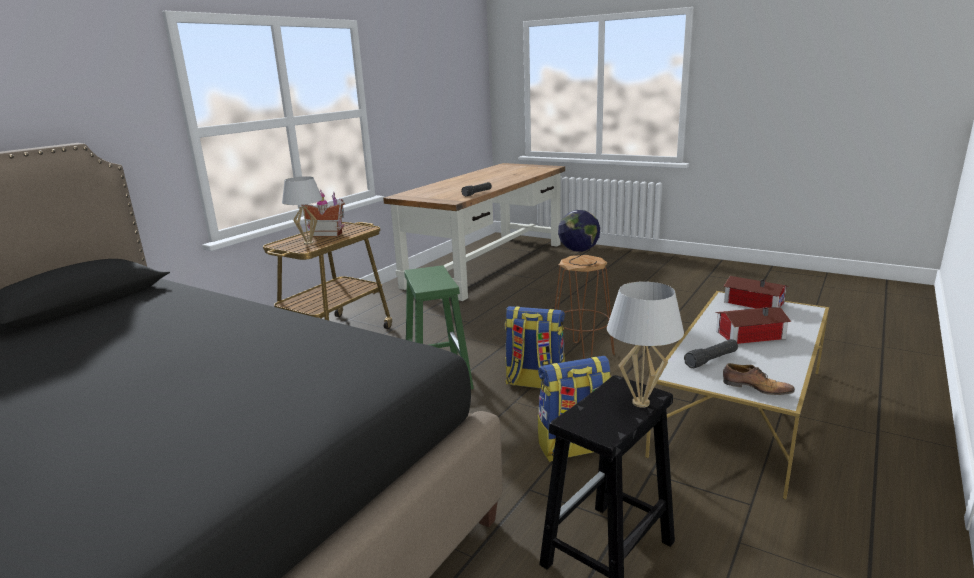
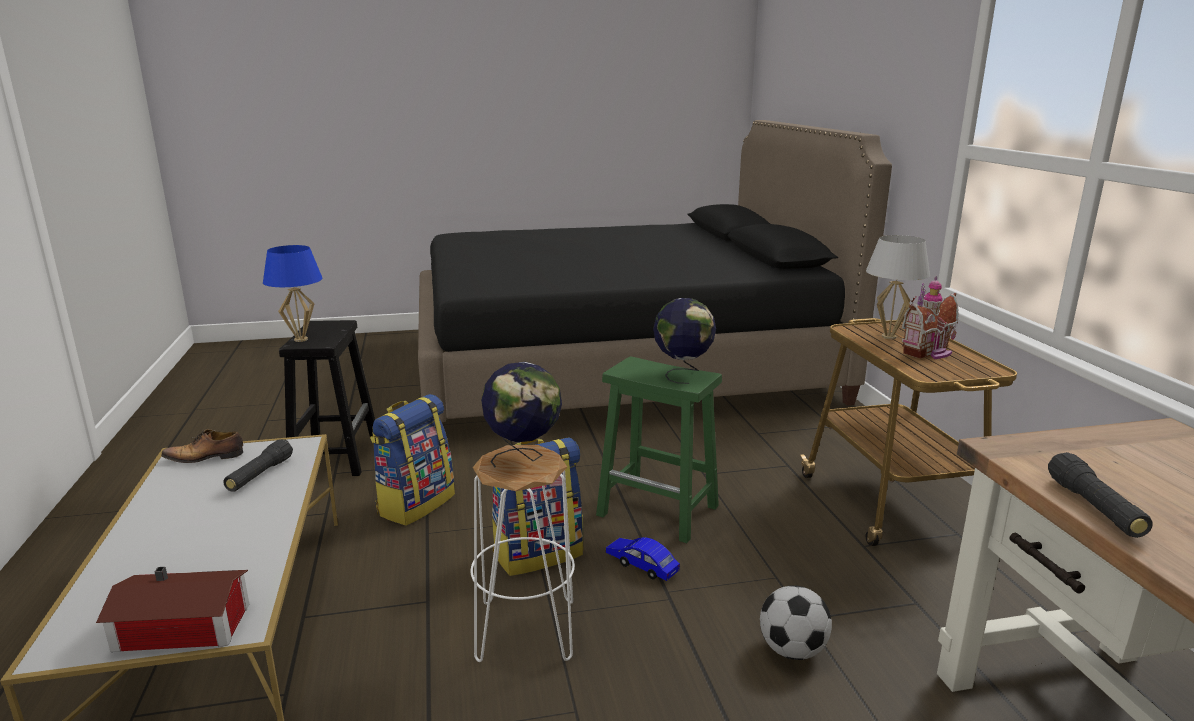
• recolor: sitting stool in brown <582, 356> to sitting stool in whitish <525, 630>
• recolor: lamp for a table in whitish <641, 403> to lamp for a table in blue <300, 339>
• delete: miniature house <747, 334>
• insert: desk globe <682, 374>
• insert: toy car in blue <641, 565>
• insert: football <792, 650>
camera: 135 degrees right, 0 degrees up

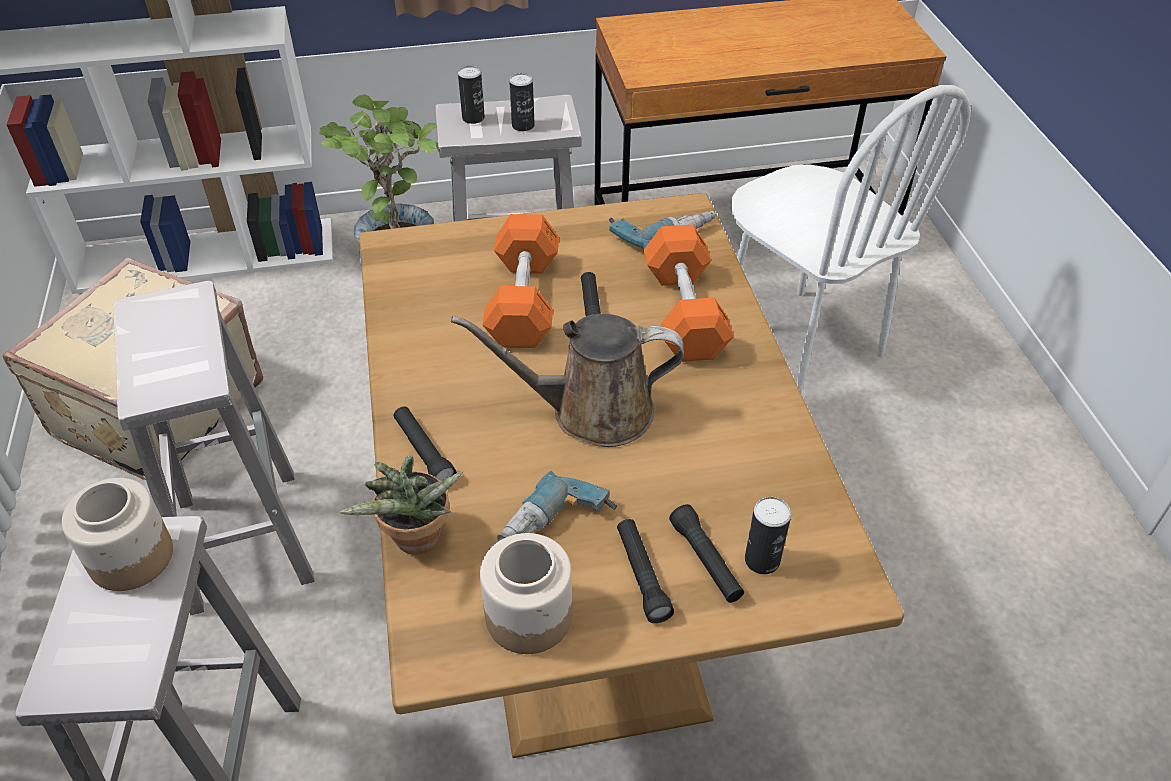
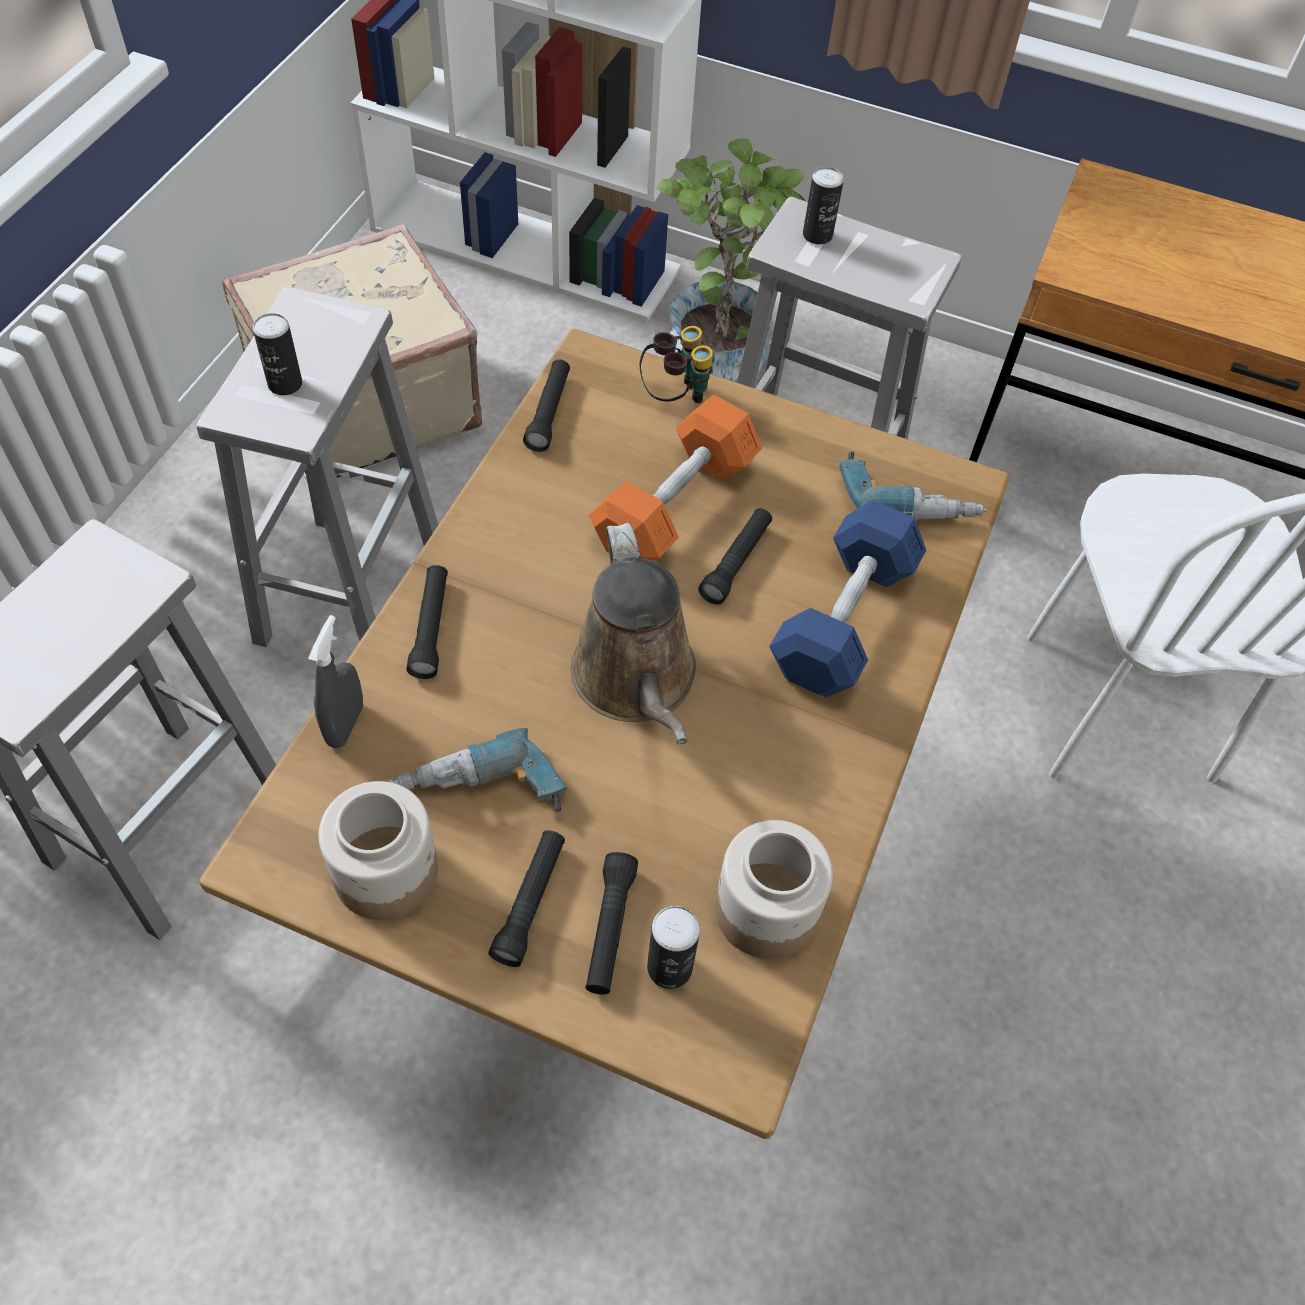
• move: sealed can <523, 126> to <285, 384>
• recolor: dumbbell in orange <684, 313> to dumbbell in blue <843, 619>
• rotate: watering pot in brown <591, 411> = <637, 681> 135 degrees counterclockwise
• replace: plant in a pot <416, 543> to hand sprayer in gray <345, 725>
• move: jar <130, 558> to <765, 911>
• insert: binoculars <675, 395>
• insert: hand torch in black <549, 412>
camera: 30 degrees right, 10 degrees up

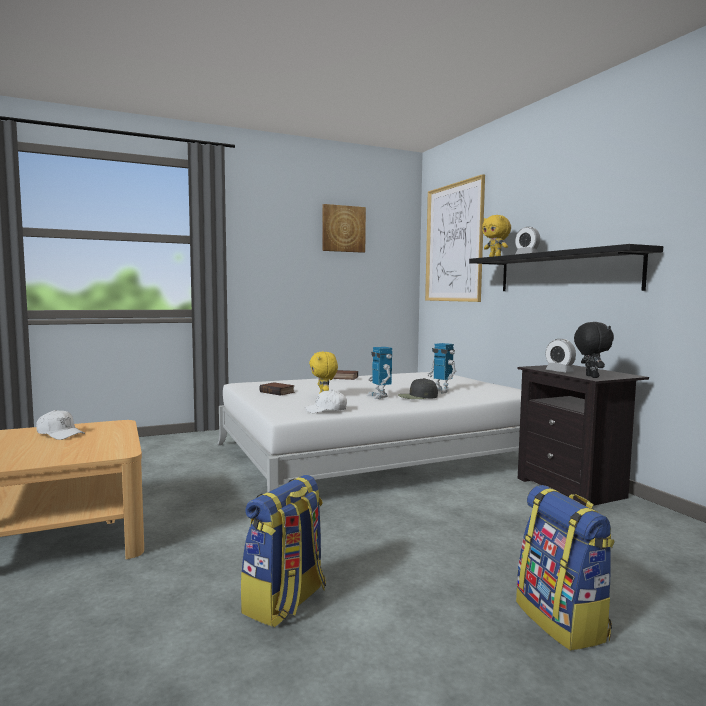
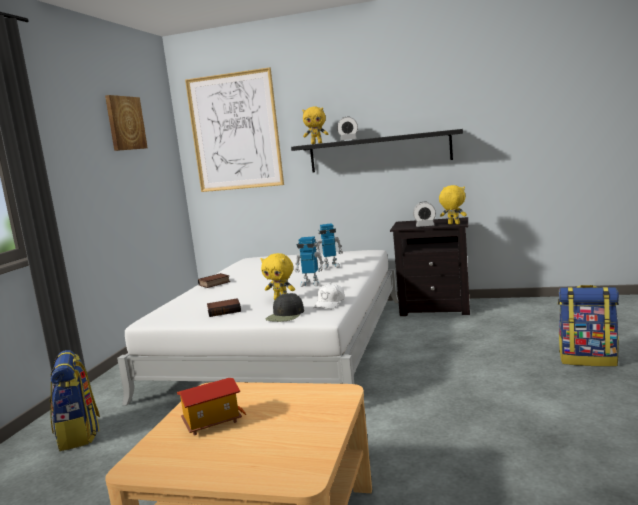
• recolor: plush toy in black <590, 376> to plush toy in yellow-coloured <453, 224>
• move: peaked cap in black <417, 396> to <285, 315>
• replace: peaked cap in whitish <60, 434> to miniature house <212, 422>
• move: rucksack <285, 602> to <79, 435>
camera: 50 degrees left, 5 degrees up

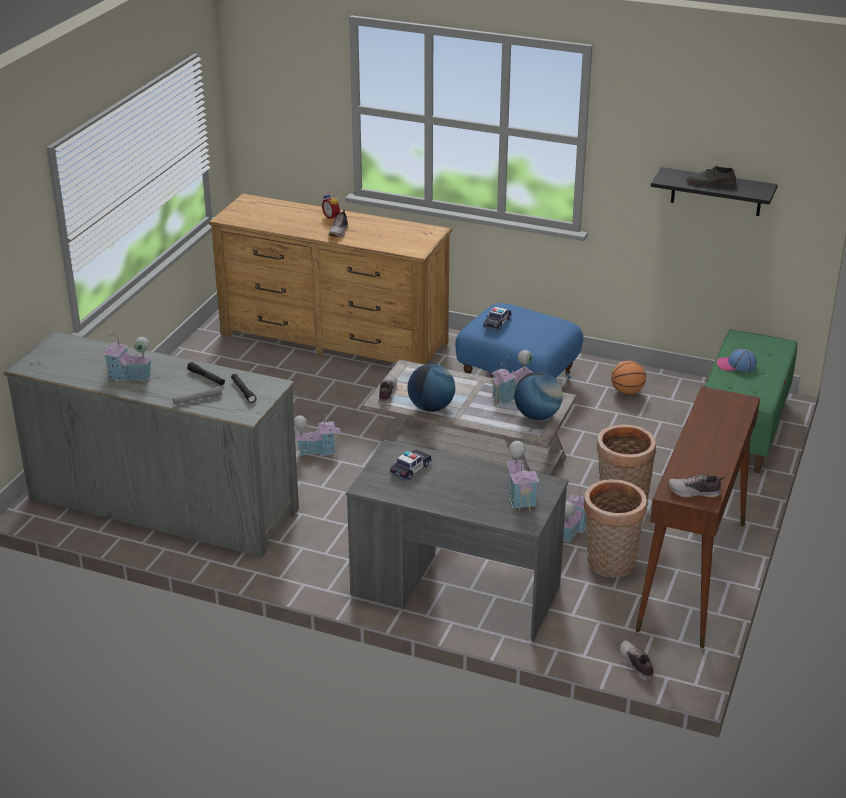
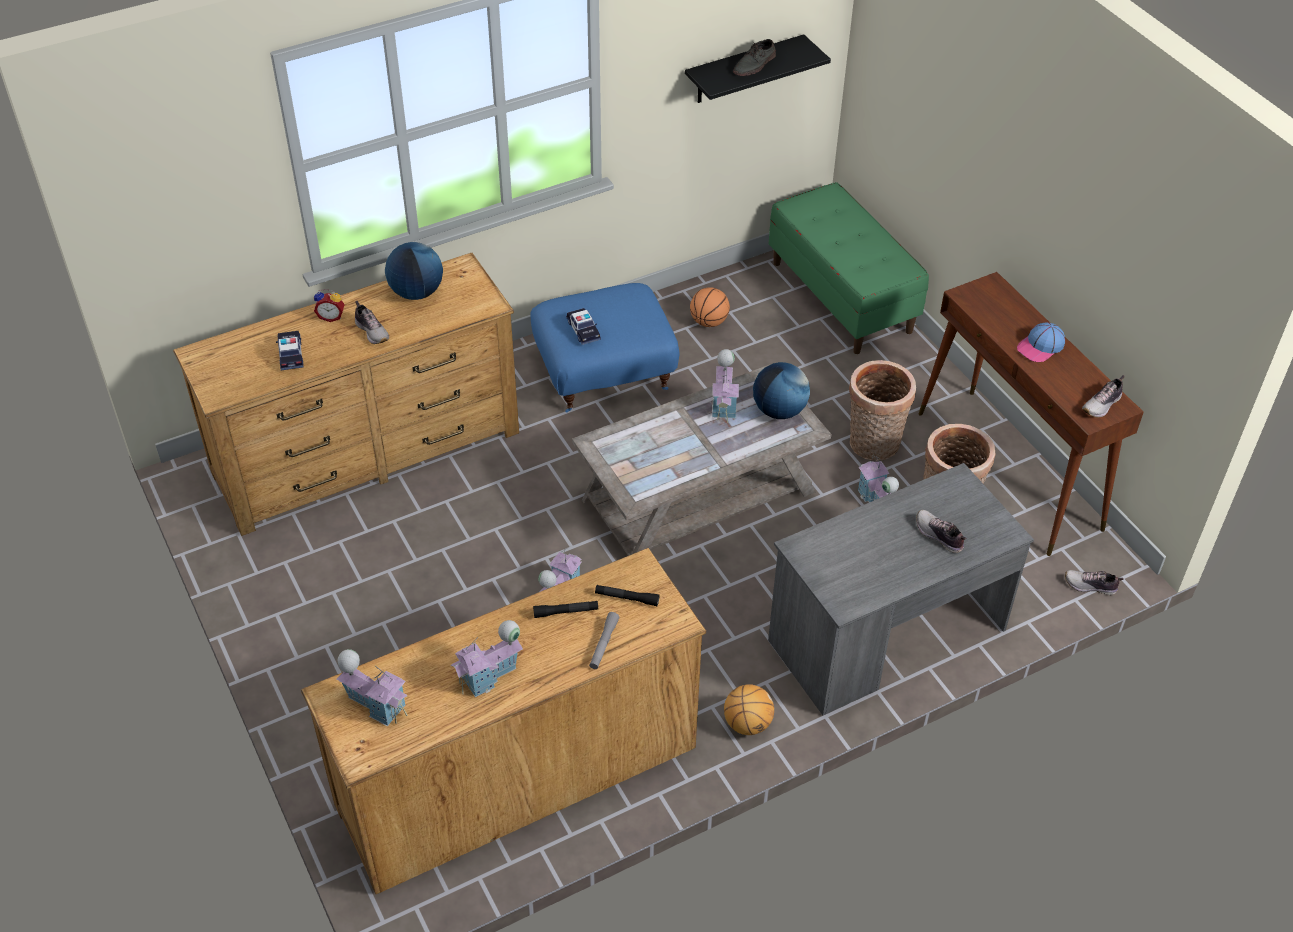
• recolor: chest of drawers in gray <163, 503> to chest of drawers in brown <517, 776>
• move: peaked cap <736, 365> to <1040, 347>
• move: desk globe <431, 408> to <416, 292>
• move: item of footwear <386, 393> to <939, 536>
• move: miniature house <520, 496> to <377, 704>
• move: toy car <410, 469> to <291, 354>
• insert: basketball ball <747, 724>
camera: 50 degrees left, 15 degrees up

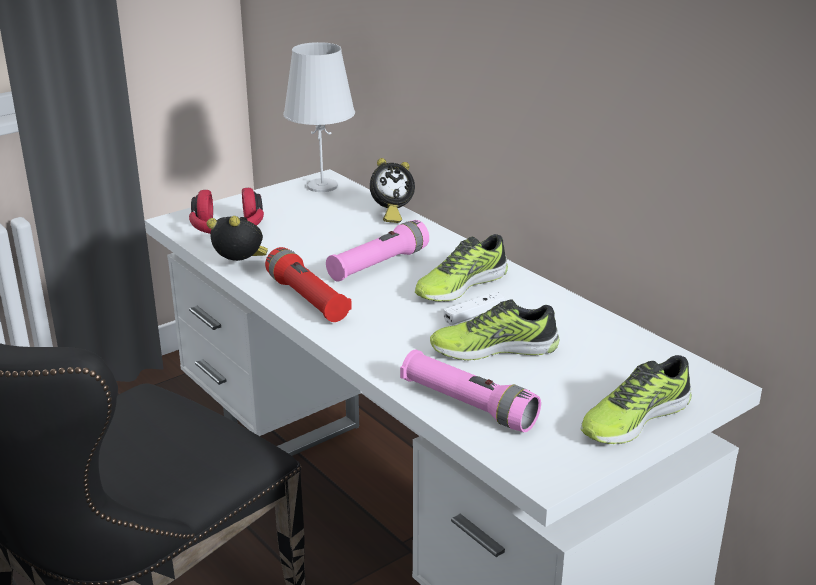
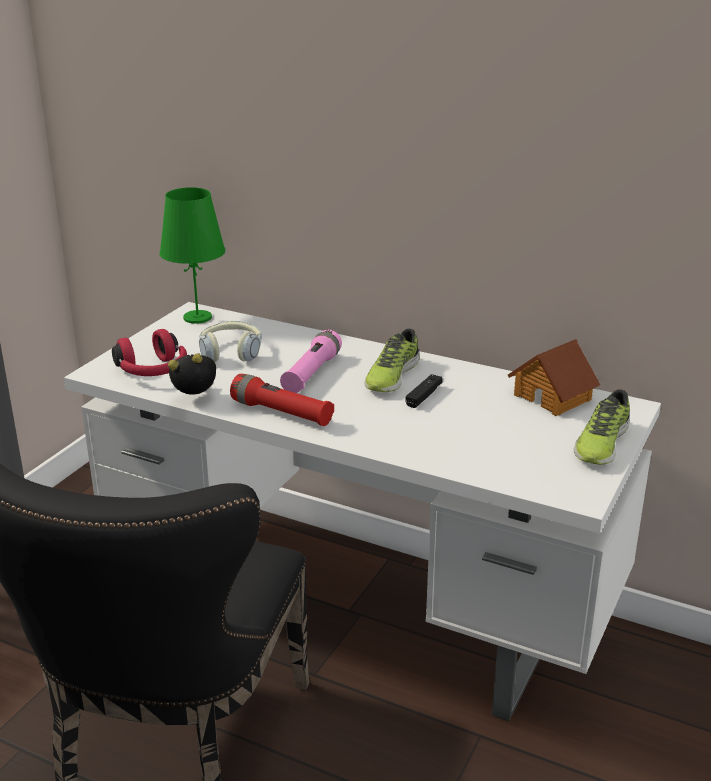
• recolor: lamp for a table in whitish <322, 186> to lamp for a table in green-coloured <198, 317>
• delete: bedside clock <390, 214>
• recolor: joypad in whitish <474, 315> to joypad in black <424, 396>
• delete: item of footwear <494, 348>
• delete: hand torch in pink <468, 405>
• insert: pair of headphones <231, 351>
• insert: miniature house <553, 396>
camera: 25 degrees left, 0 degrees up

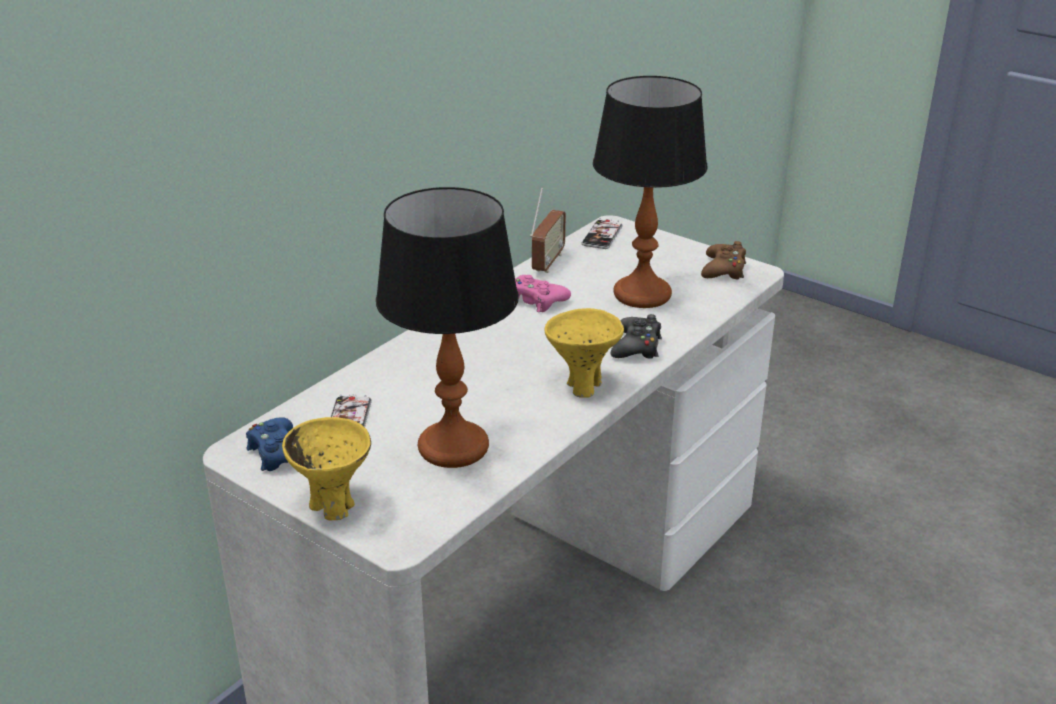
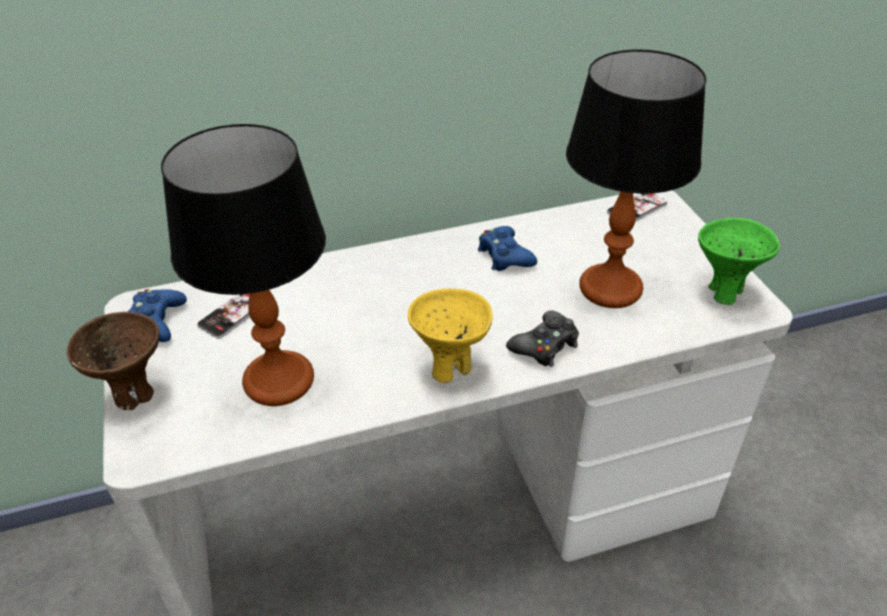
• delete: radio <547, 262>
• replace: joypad in brown <723, 270> to deep dish in green-coloured <724, 292>
• recolor: joypad in pink <536, 300> to joypad in blue <504, 256>
• recolor: deep dish in yellow-coloured <332, 507> to deep dish in brown <134, 394>
camera: 35 degrees right, 10 degrees up

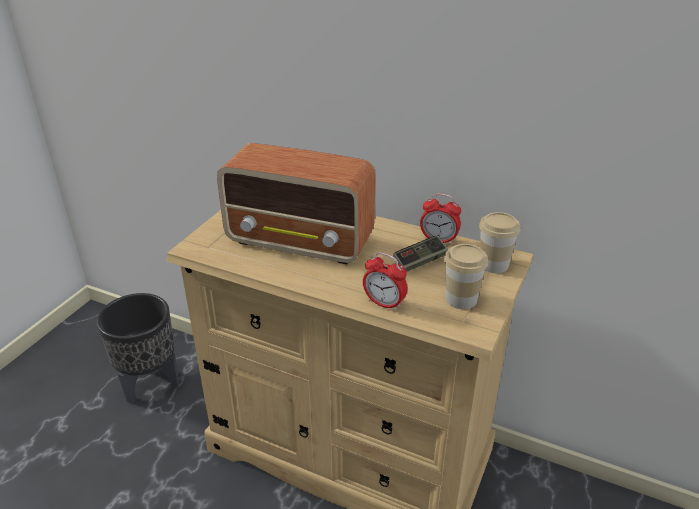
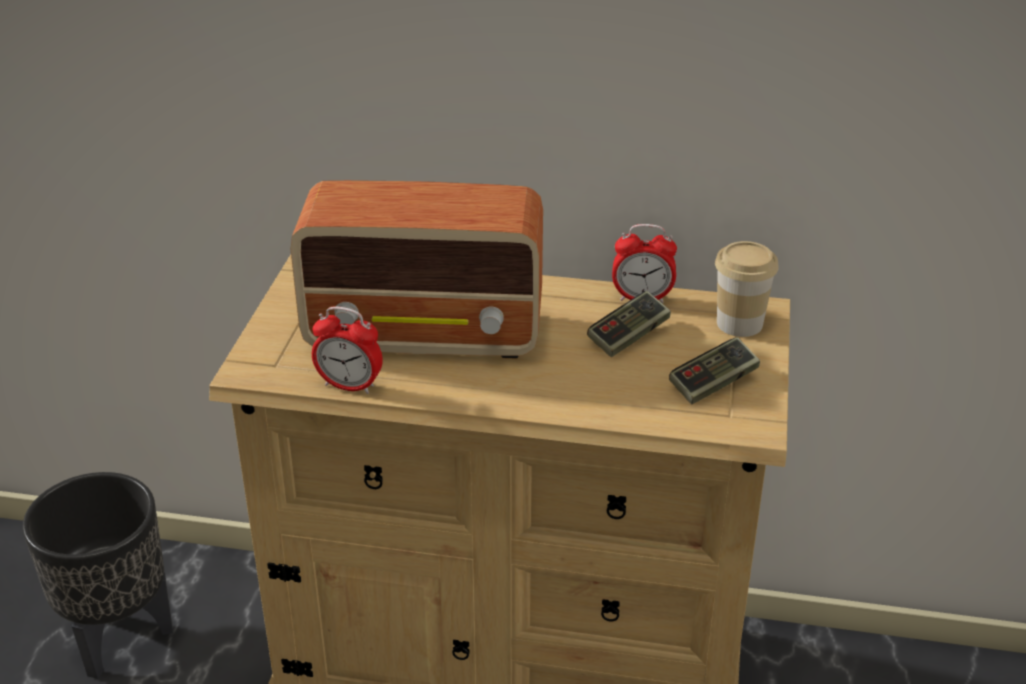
• replace: small cup <461, 299> to joypad <713, 383>
• move: bedside clock <384, 303> to <349, 386>
camera: 15 degrees left, 0 degrees up

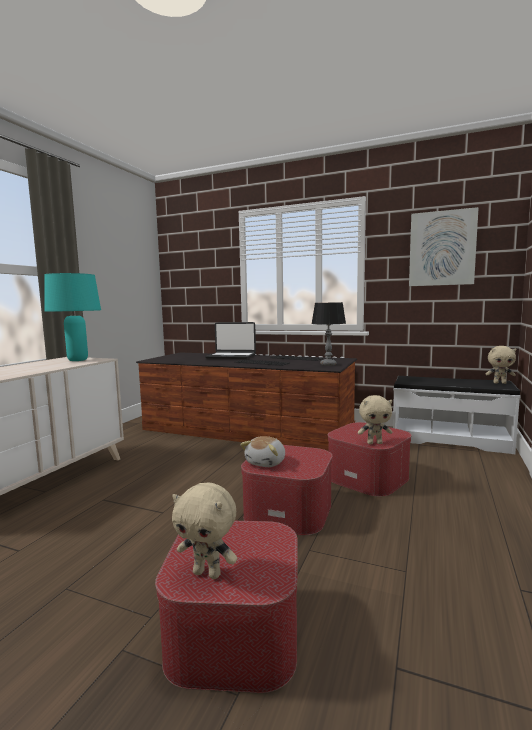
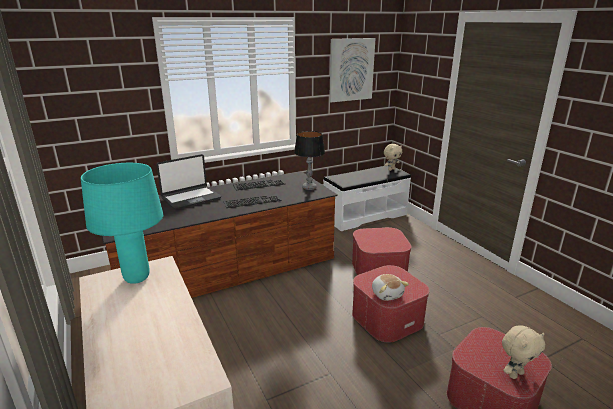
• delete: plush toy in sand-coloured <374, 443>
camera: 50 degrees left, 15 degrees up

